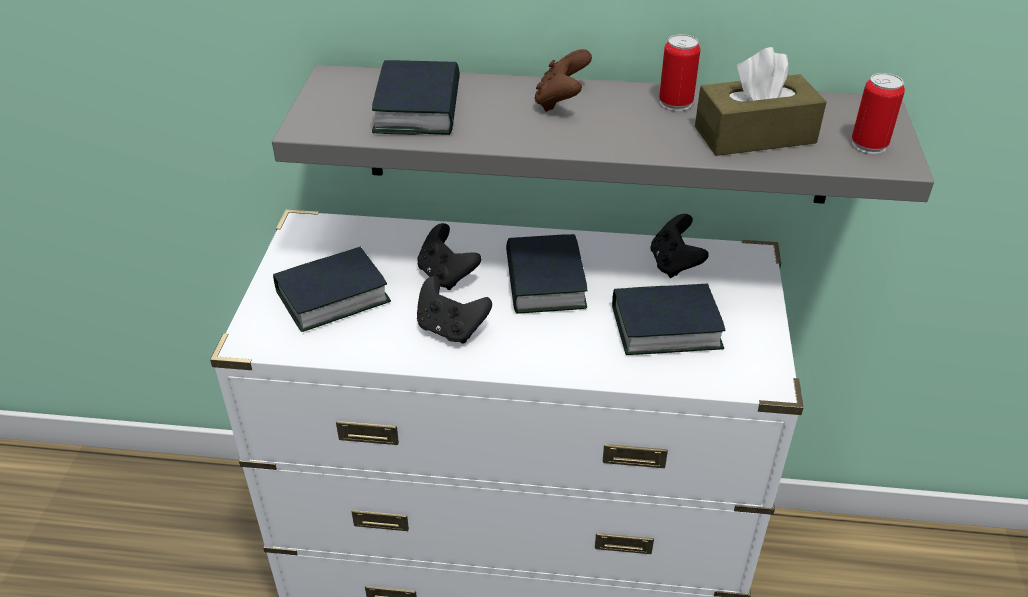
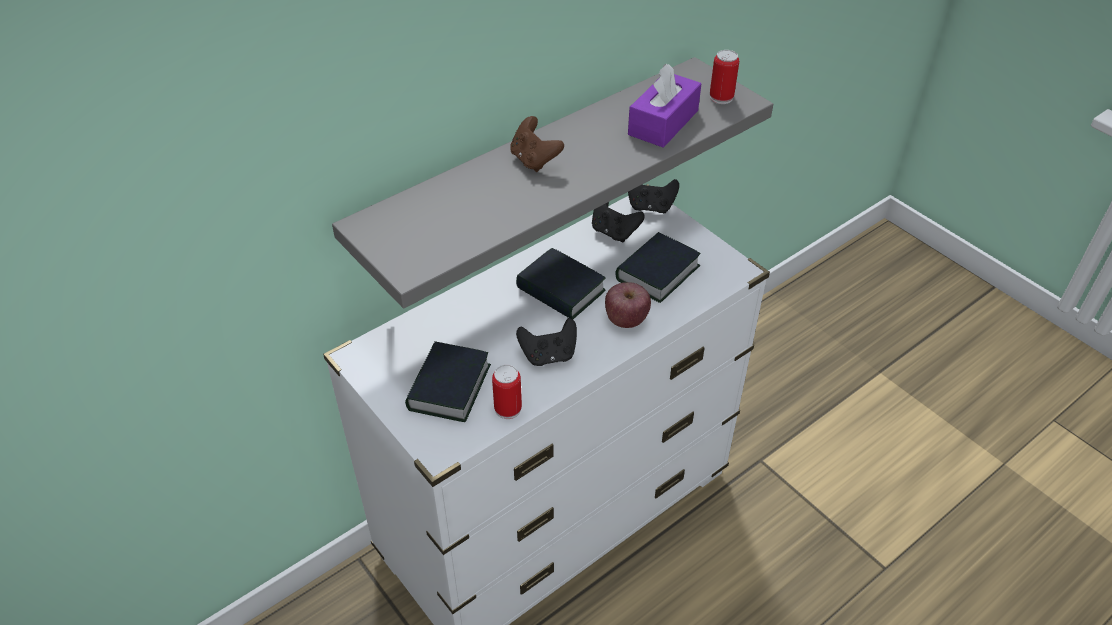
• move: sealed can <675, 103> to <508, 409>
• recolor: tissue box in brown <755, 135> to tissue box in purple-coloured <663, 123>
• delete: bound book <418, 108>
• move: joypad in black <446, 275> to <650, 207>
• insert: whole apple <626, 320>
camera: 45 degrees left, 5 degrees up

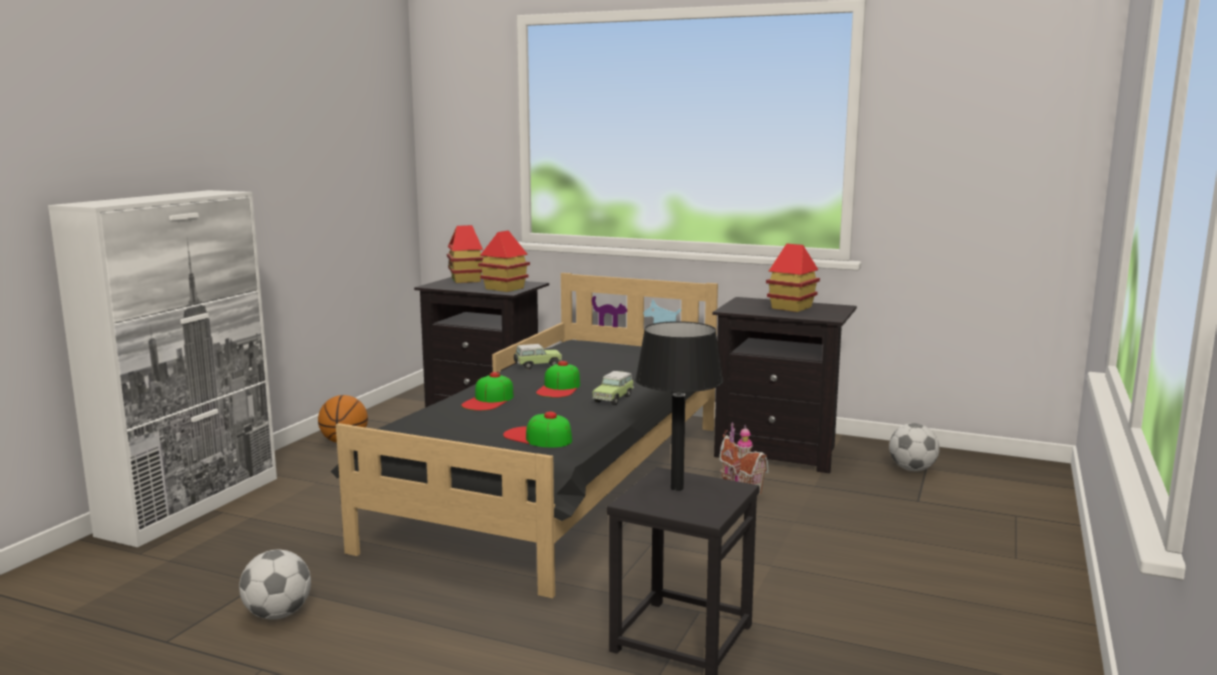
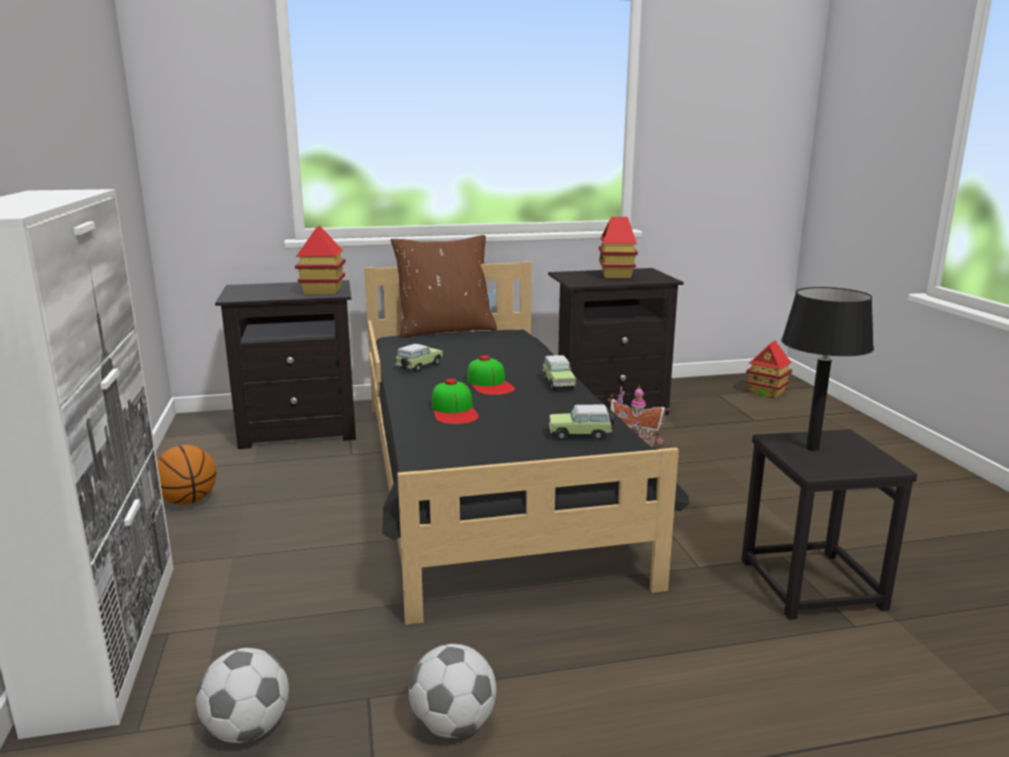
• move: miniature house <466, 280> to <767, 392>
• replace: peaked cap <537, 437> to toy car <581, 435>
• move: football <912, 469> to <248, 730>
• insert: cushion in brown <445, 330>
camera: 35 degrees left, 5 degrees up

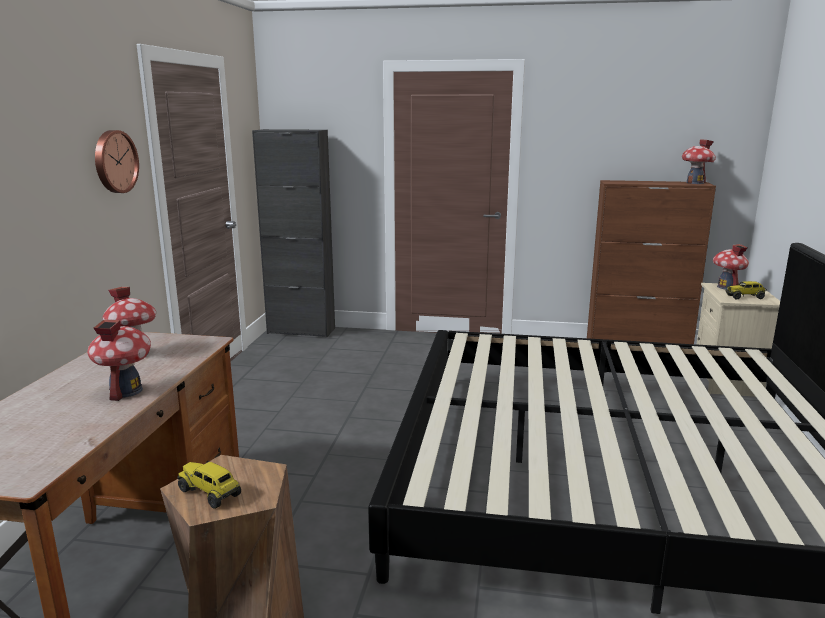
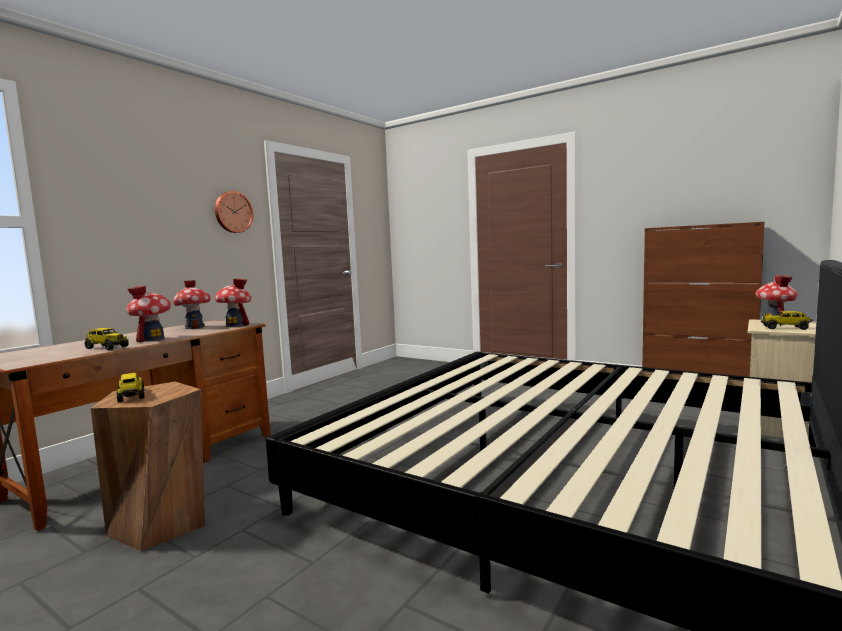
• delete: cabinet in black <301, 331>
• move: miniature house <695, 183> to <235, 325>
• insert: toy truck <106, 347>
camera: 25 degrees right, 10 degrees down

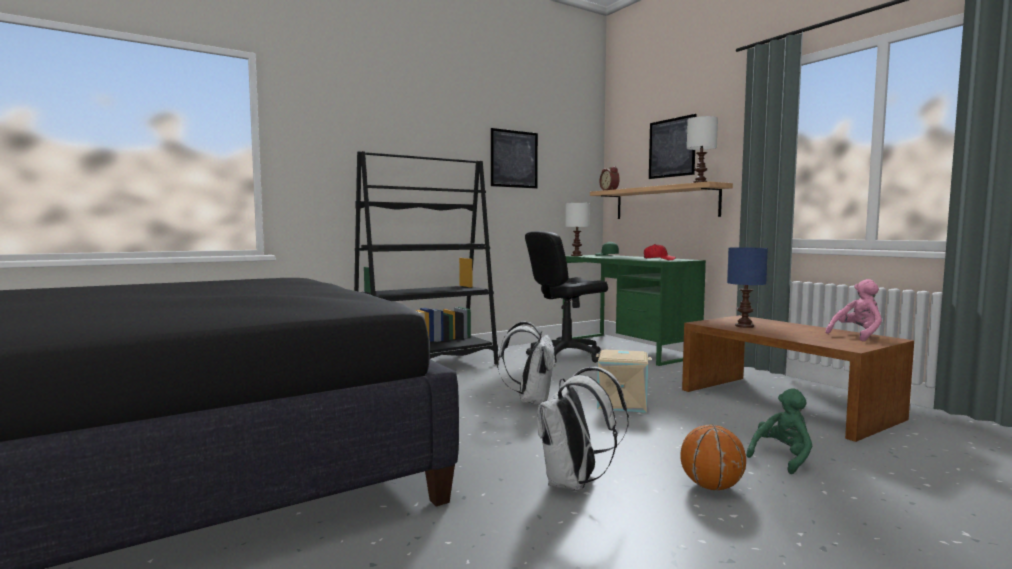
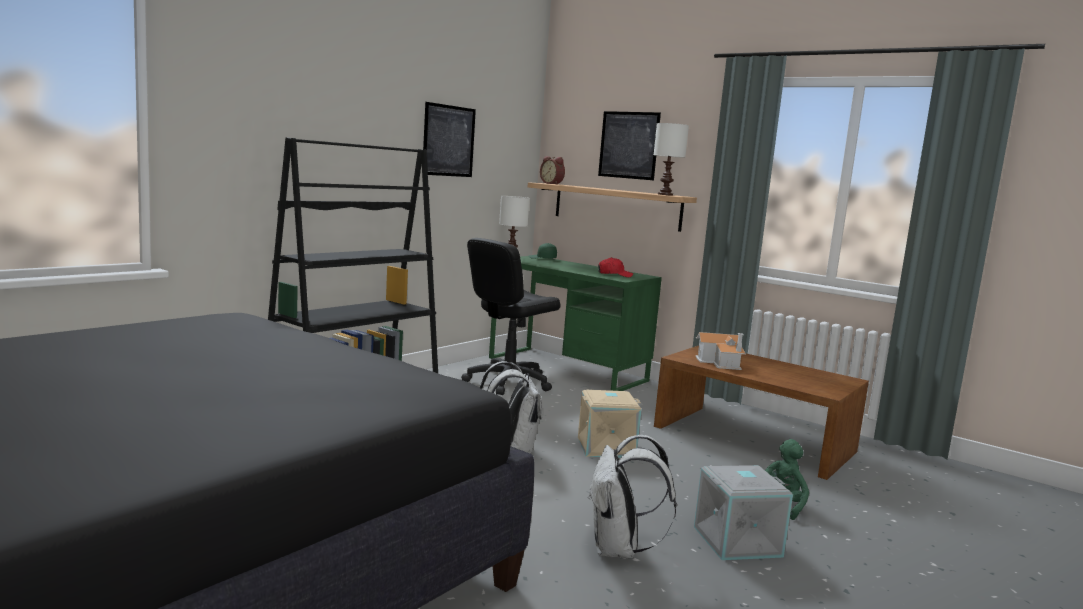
• replace: lamp for a table in blue <745, 326> to miniature house <721, 362>
• delete: plush toy in pink <857, 336>
• replace: basketball ball <711, 487> to storage bin in gray <737, 540>
camera: 20 degrees left, 5 degrees up

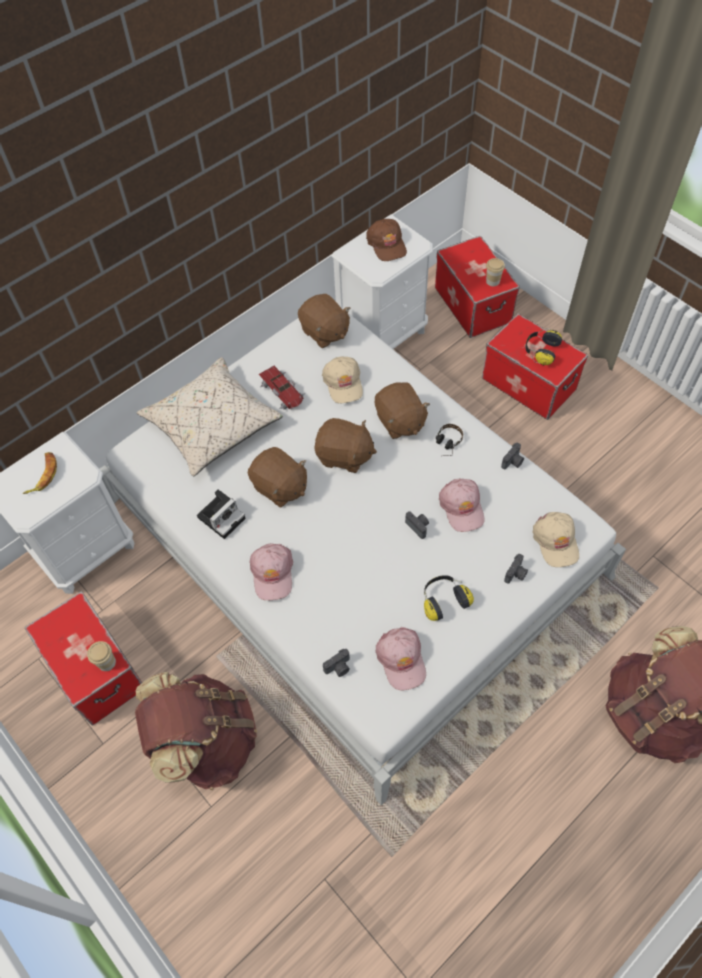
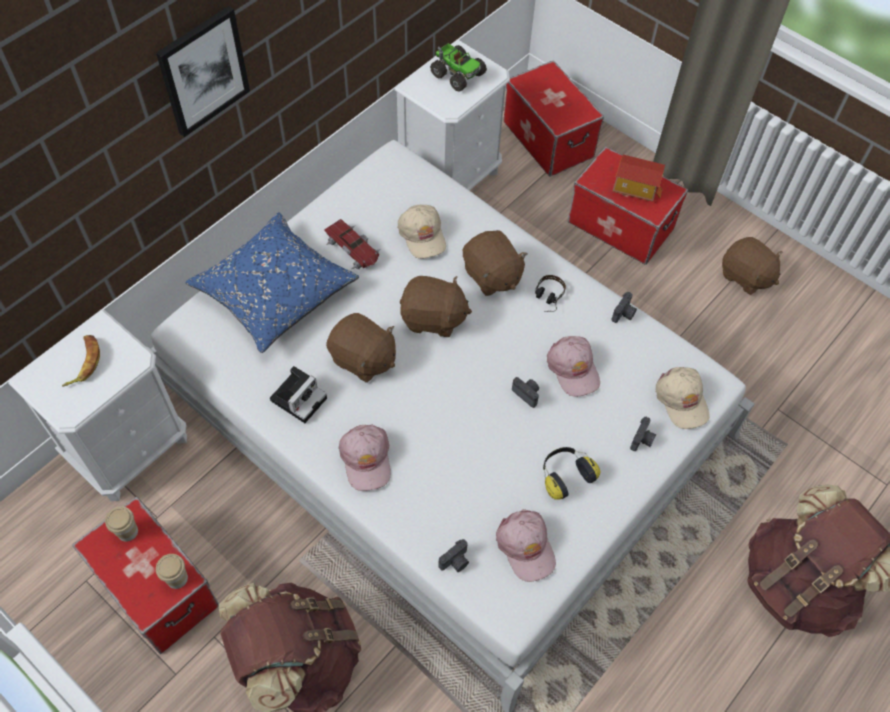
• replace: peaked cap in brown <387, 244> to toy truck <457, 74>
• move: small cup <493, 281> to <127, 531>
• move: plush toy in brown <324, 332> to <746, 276>
• replace: pair of headphones <540, 351> to miniature house <635, 188>
• recolor: cushion in sand-coloured <211, 425> to cushion in blue <274, 292>
• insert: picture <203, 71>
camera: 10 degrees left, 0 degrees up

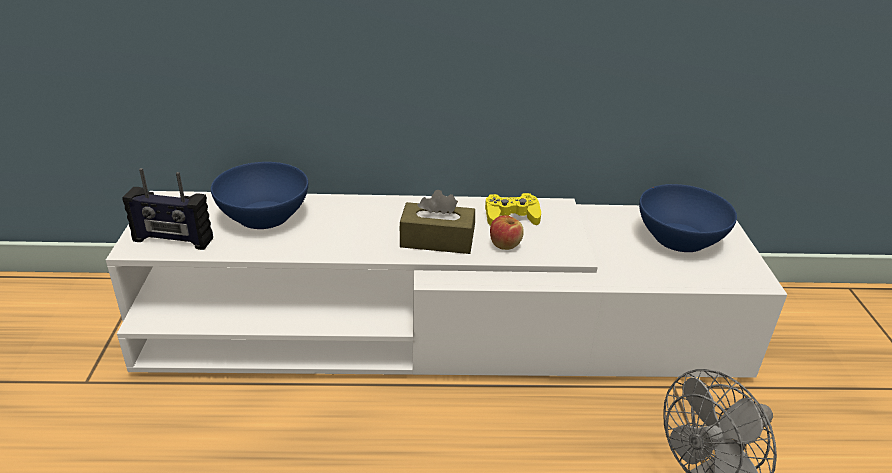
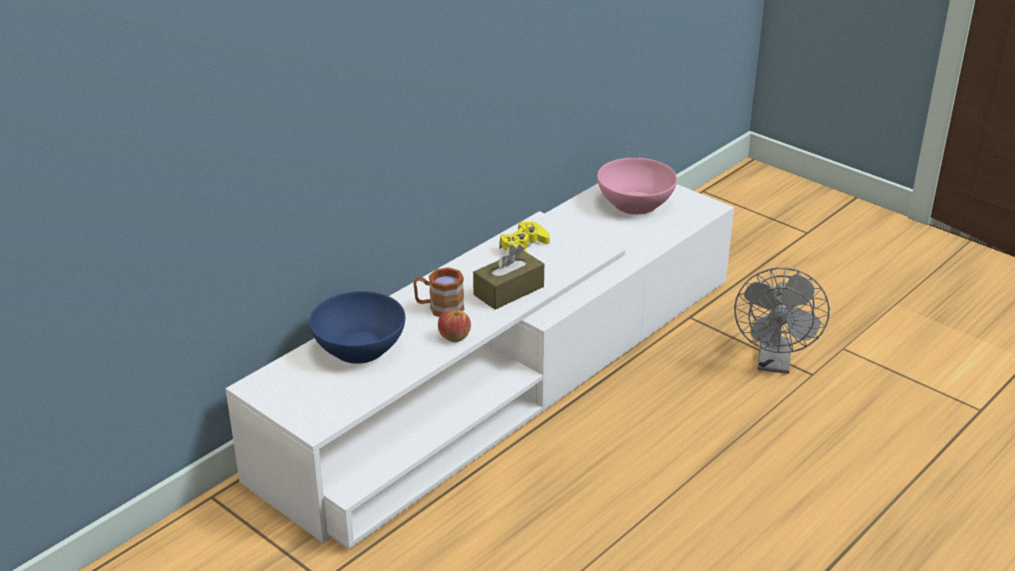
• delete: radio <172, 240>
• recolor: deep dish in blue <679, 238> to deep dish in pink <635, 203>
• move: whole apple <505, 244> to <454, 336>
• insert: mug in brown <439, 308>
camera: 45 degrees left, 0 degrees up

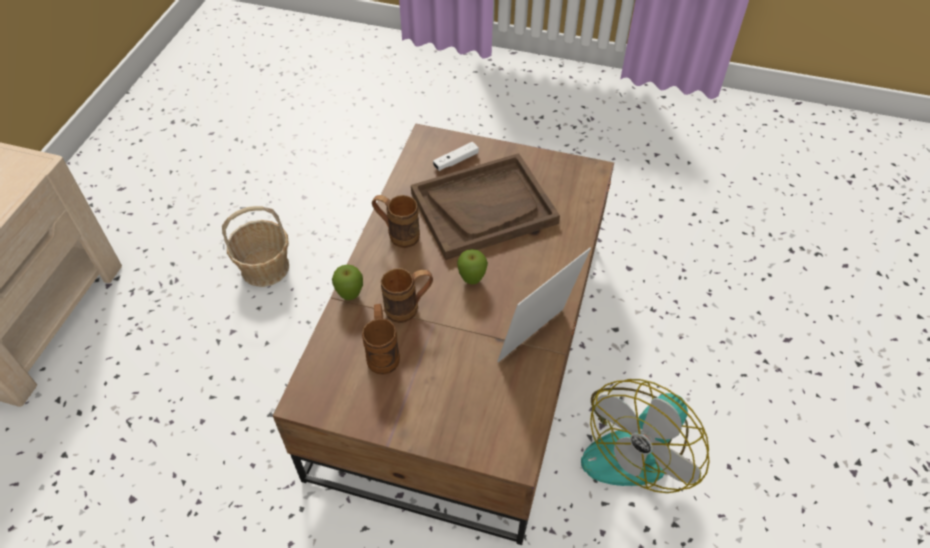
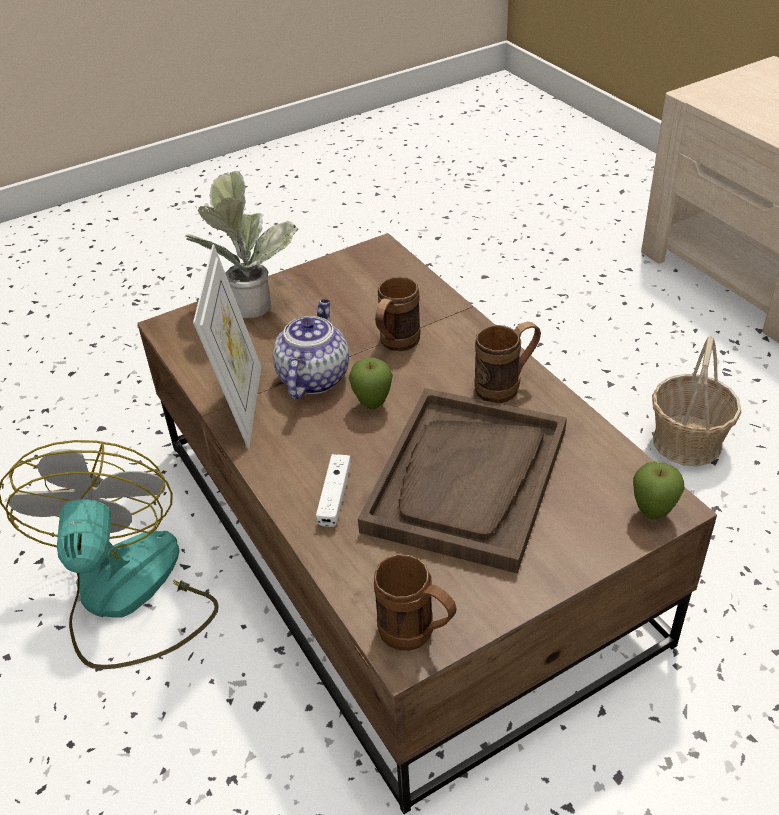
• move: joypad in whitish <456, 161> to <334, 496>
• move: whole apple <350, 296> to <652, 513>
• move: mug in brown <383, 352> to <416, 636>
• insert: plant in a pot <250, 300>
• insert: pot for tea <313, 377>
camera: 135 degrees right, 10 degrees down

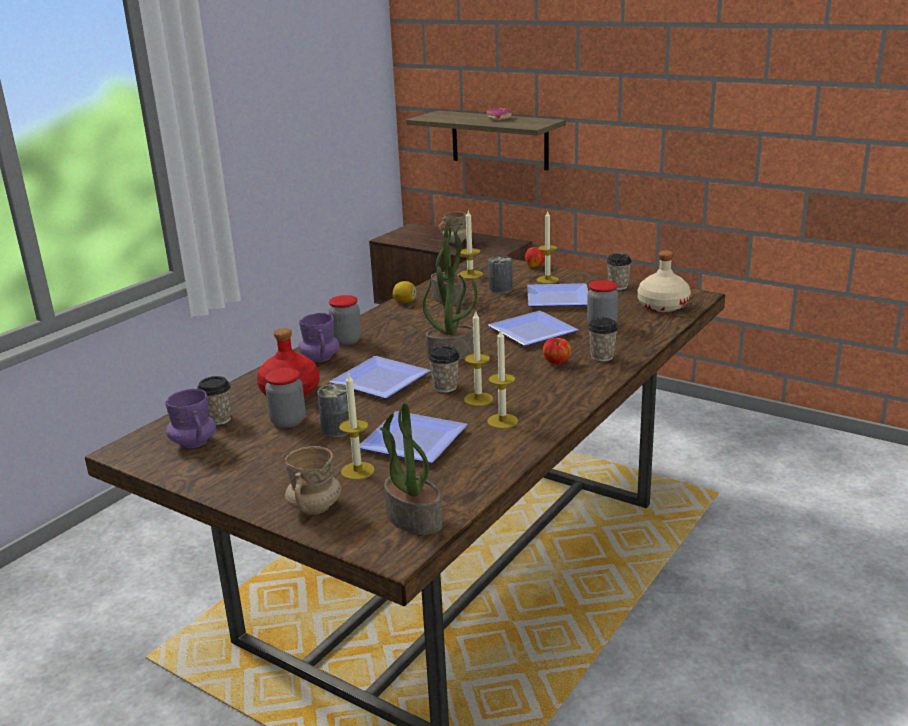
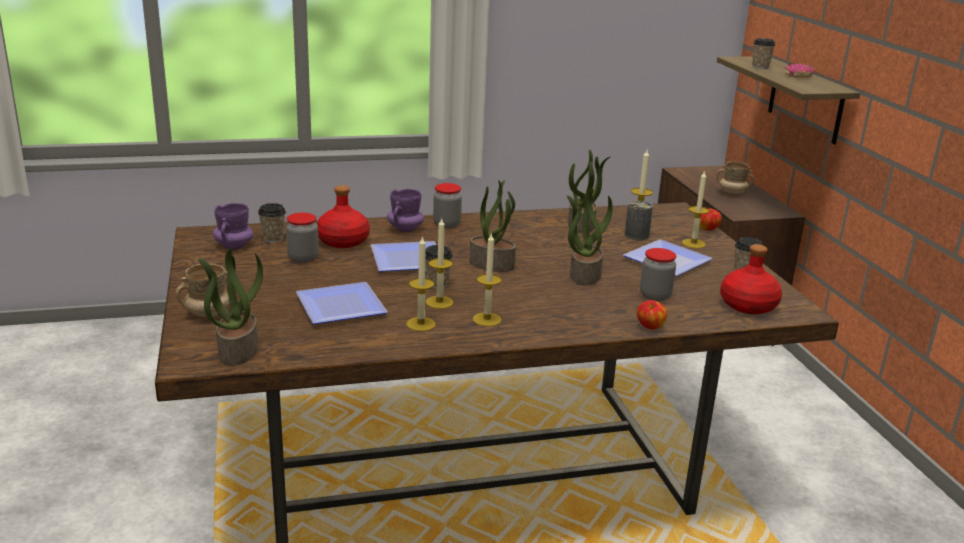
• recolor: drink bottle in sand-coloured <662, 305> to drink bottle in red-coloured <748, 305>
• delete: citrus fruit <405, 302>
• replace: plate <529, 332> to plant in a pot <584, 275>
• move: small cup <602, 357> to <760, 67>
• move: whole apple <556, 363> to <650, 327>
• move: candle <357, 471> to <487, 319>
• delete: sealed can <337, 429>
camera: 40 degrees right, 0 degrees up

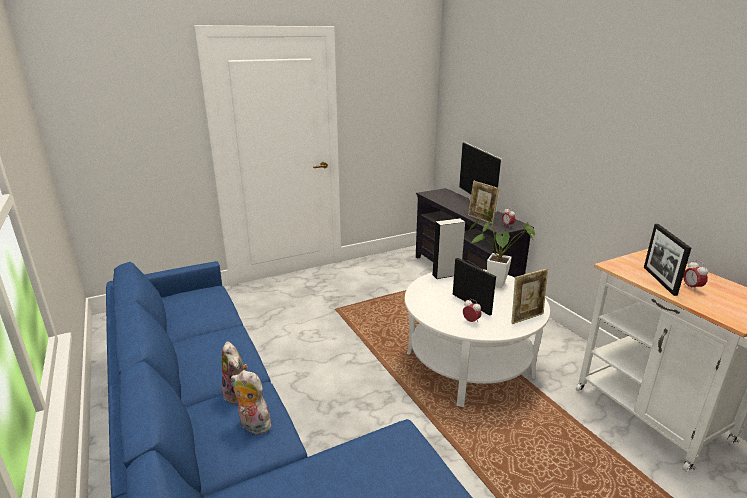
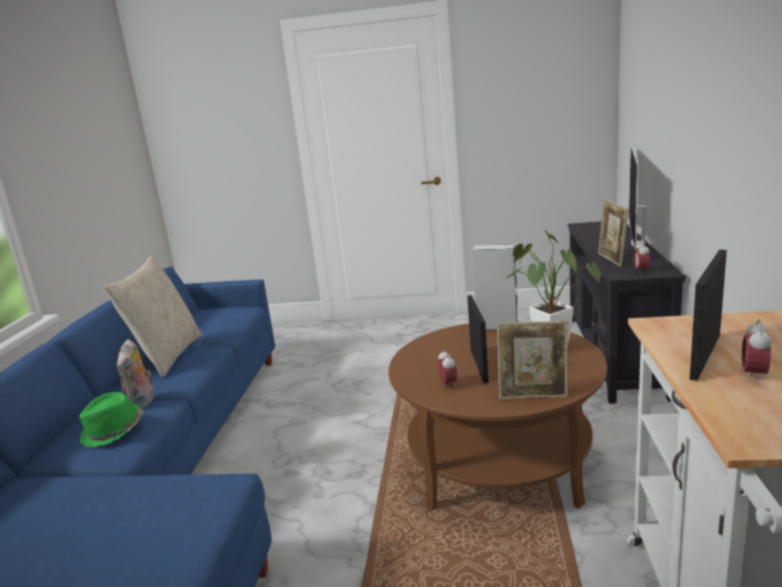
• recolor: low table in whitish <468, 364> to low table in brown <499, 463>
• replace: plush toy <252, 425> to clothing hat in green-coloured <113, 431>
• insert: cushion in sand-coloured <167, 356>
camera: 35 degrees right, 5 degrees down

